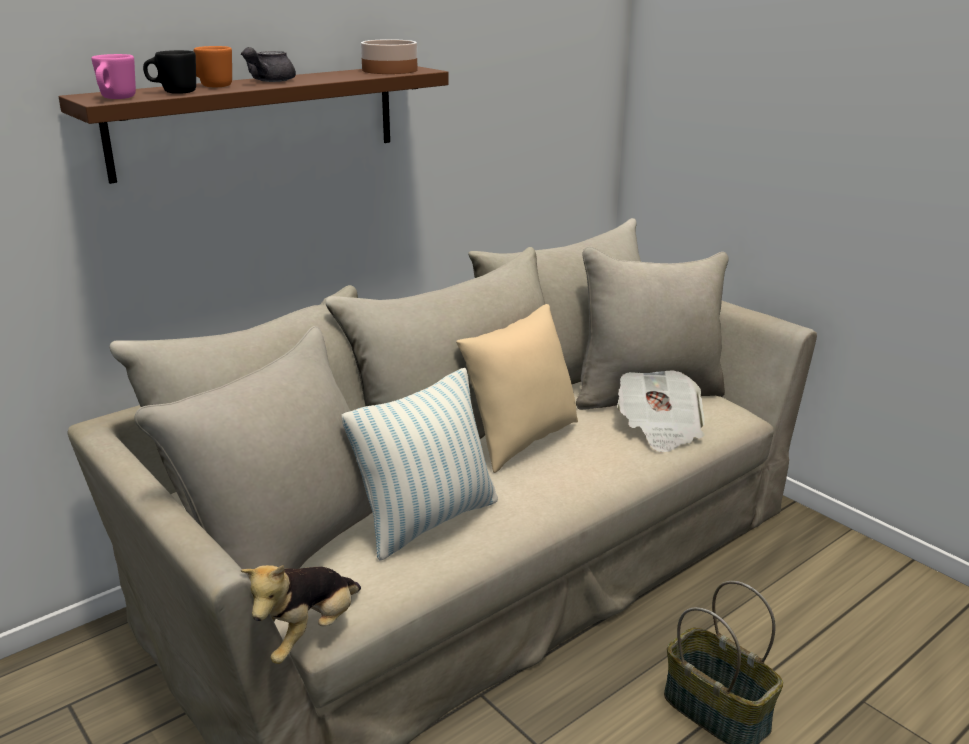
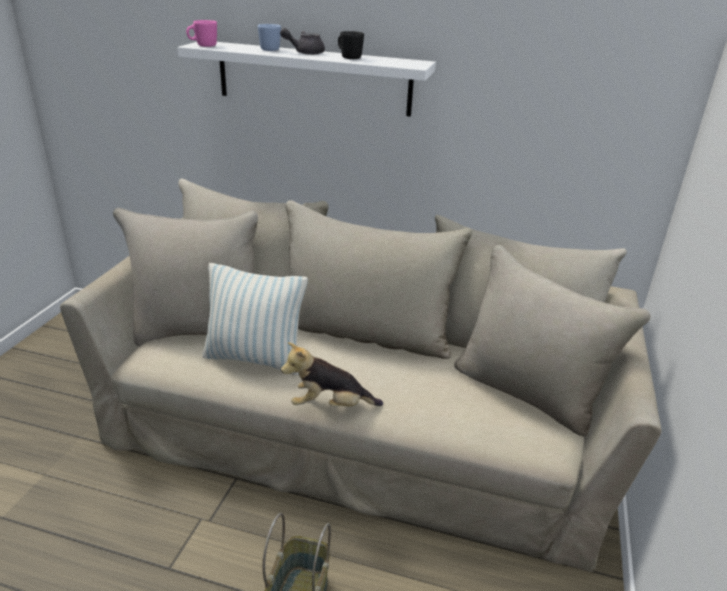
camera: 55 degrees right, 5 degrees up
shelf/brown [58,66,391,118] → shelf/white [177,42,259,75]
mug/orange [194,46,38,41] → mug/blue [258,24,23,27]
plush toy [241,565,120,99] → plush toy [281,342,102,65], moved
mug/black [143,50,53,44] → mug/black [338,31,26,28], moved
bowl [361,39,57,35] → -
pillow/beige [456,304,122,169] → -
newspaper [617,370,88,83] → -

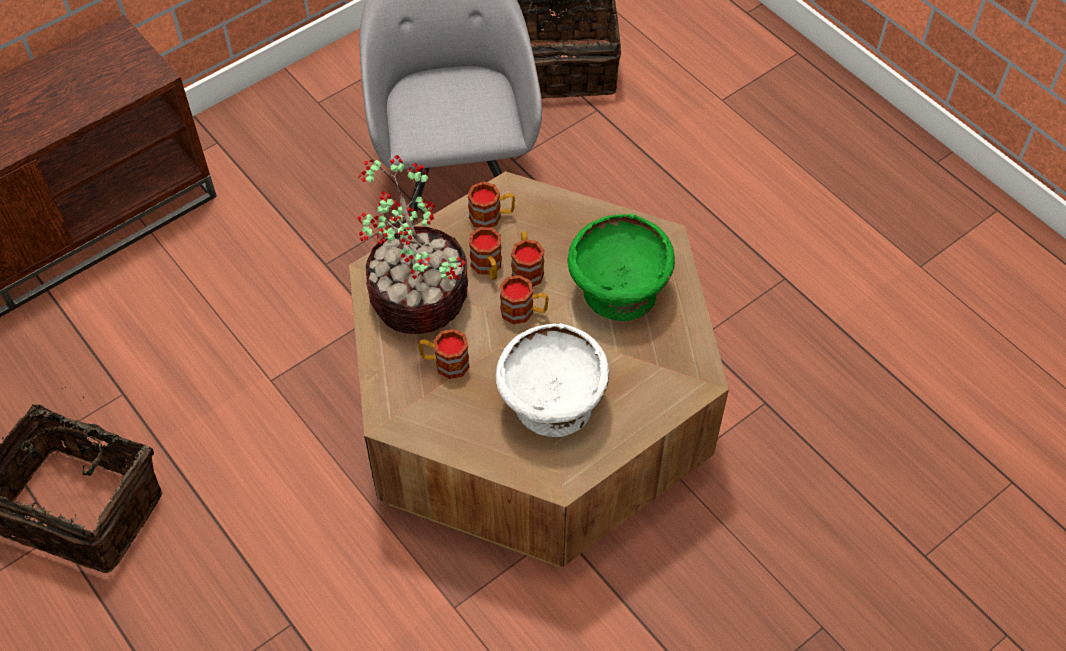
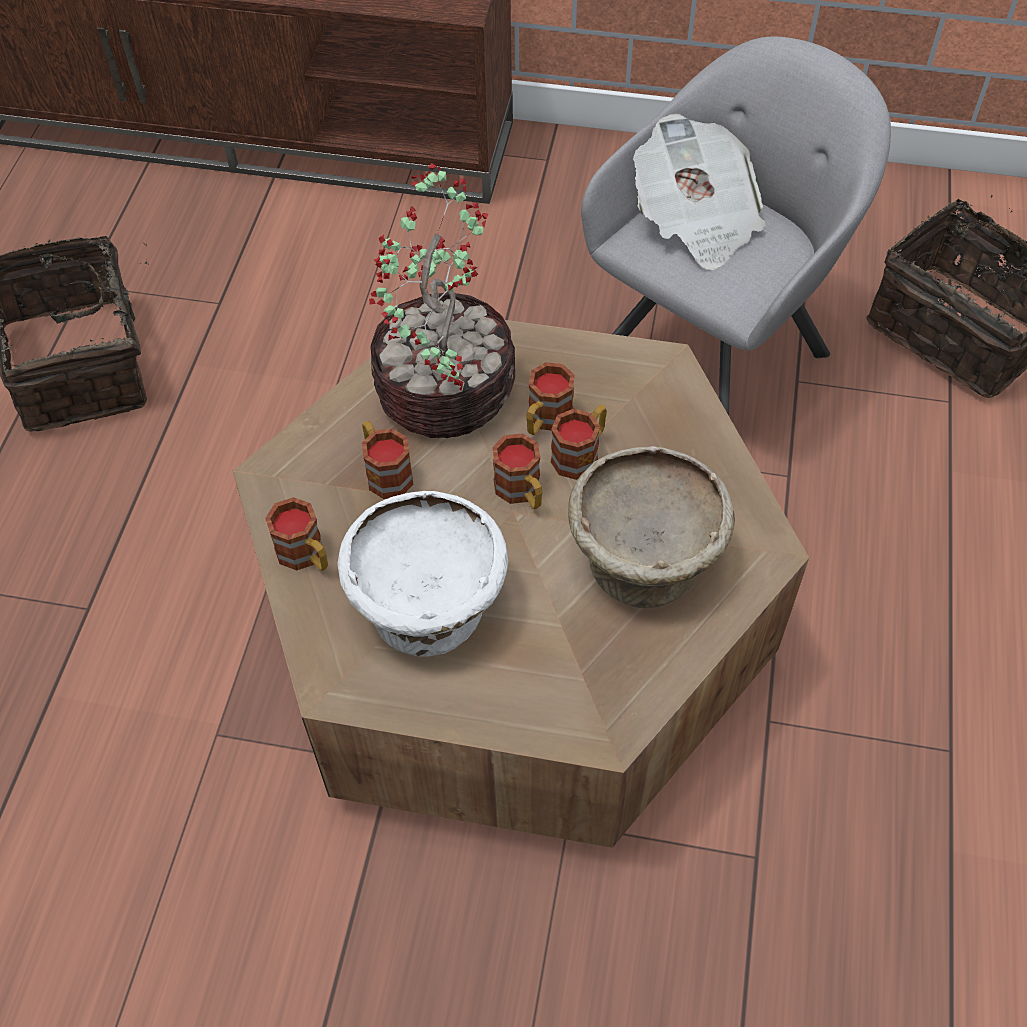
camera: 50 degrees right, 0 degrees up
mug [467,181,48,47] → mug [265,497,63,74], moved
bowl/green [568,214,107,107] → bowl/beige [568,446,167,162]
- → newspaper [633,114,133,156]

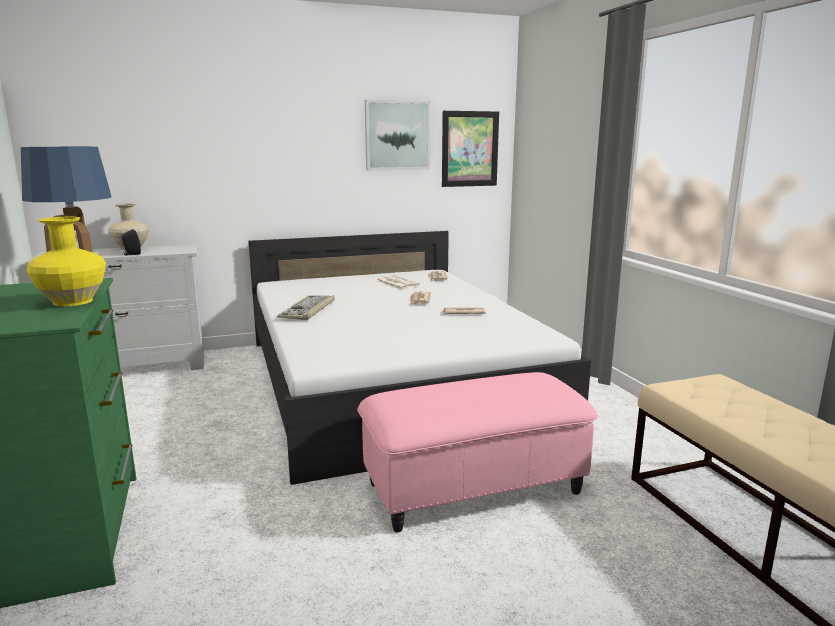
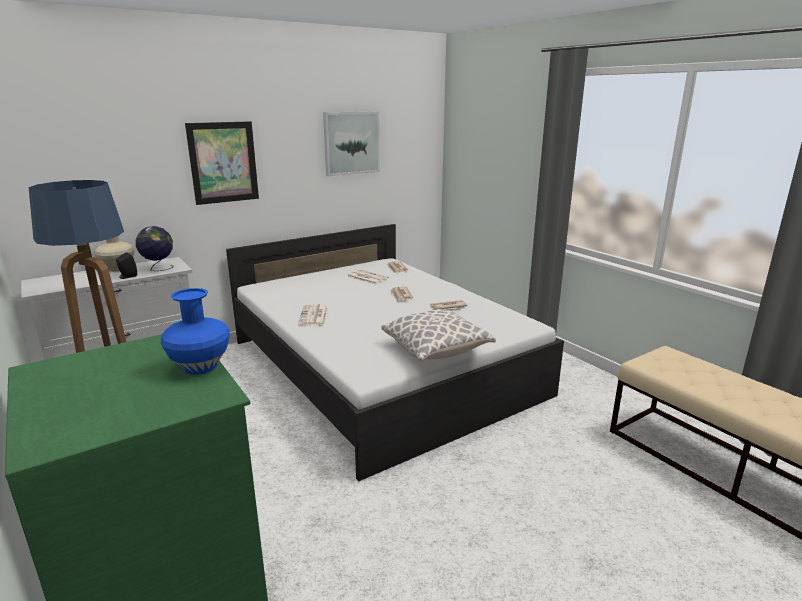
camera: 15 degrees left, 5 degrees up
- → globe [136,226,37,45]
vase/yellow [27,217,79,90] → vase/blue [161,288,69,87]
picture [442,111,57,76] → picture [185,121,74,84], moved
keyboard [277,295,58,25] → newspaper [298,304,30,22]
- → pillow [381,309,115,53]
ottoman/pink [357,372,241,160] → -

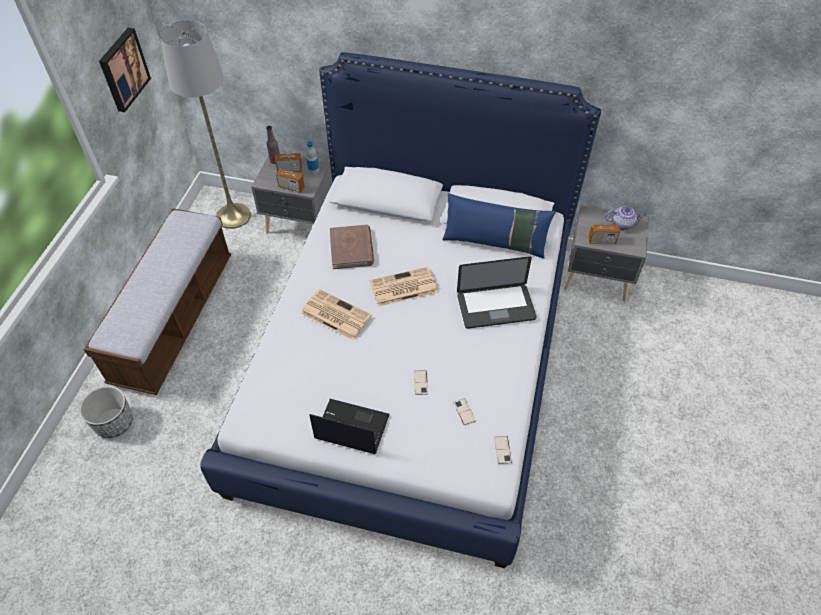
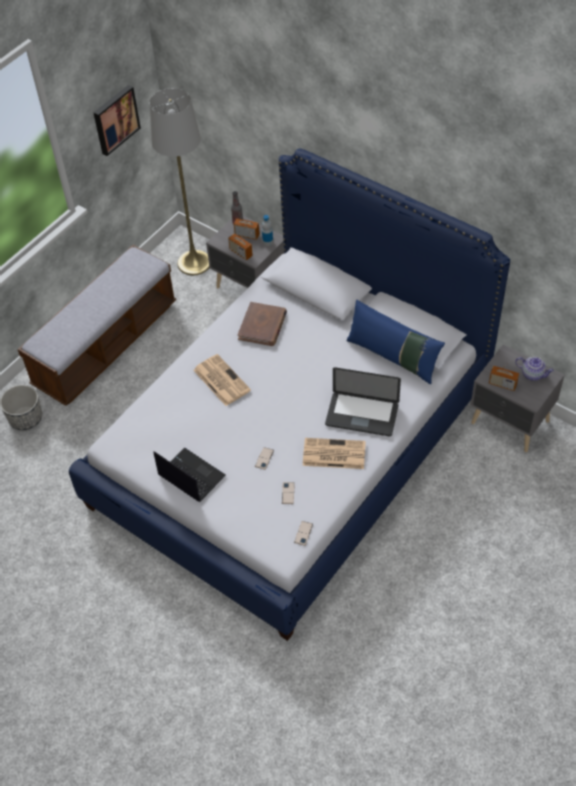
camera: 25 degrees right, 0 degrees up
newspaper [369,267,69,40] → newspaper [303,438,63,31], moved

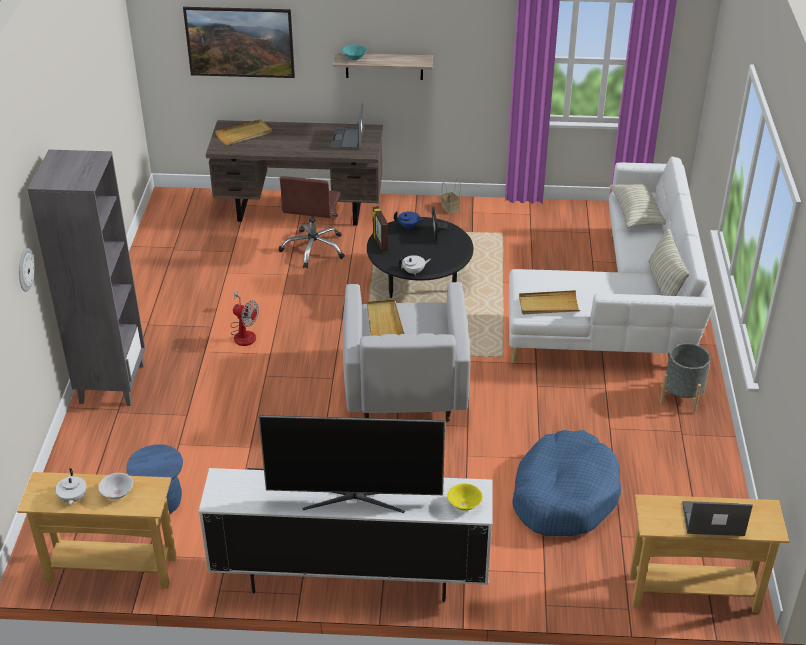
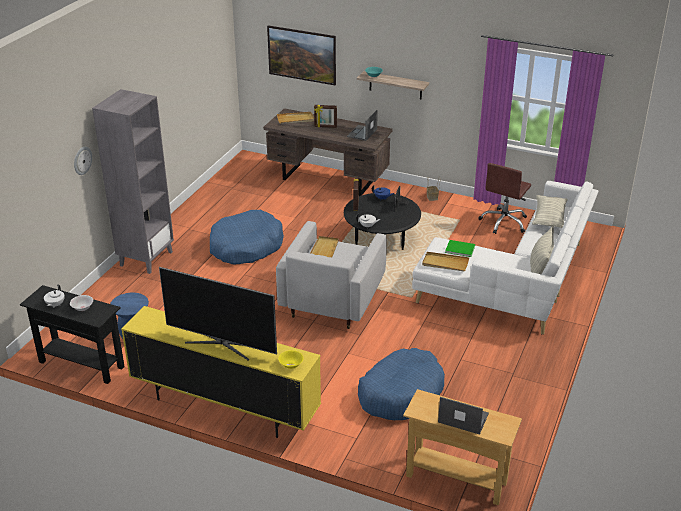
camera: 20 degrees right, 5 degrees down
console table/beige [17,472,160,117] → console table/black [20,285,105,99]
tv stand/white [198,468,294,134] → tv stand/yellow [121,306,200,132]
fan [231,290,28,56] → dog bed/blue [210,210,74,55]
- → picture frame [314,105,23,23]
- → book/green [445,240,30,17]
office chair/brown [279,176,66,92] → office chair/brown [478,163,53,71], moved
planter/grey [660,343,51,70] → -

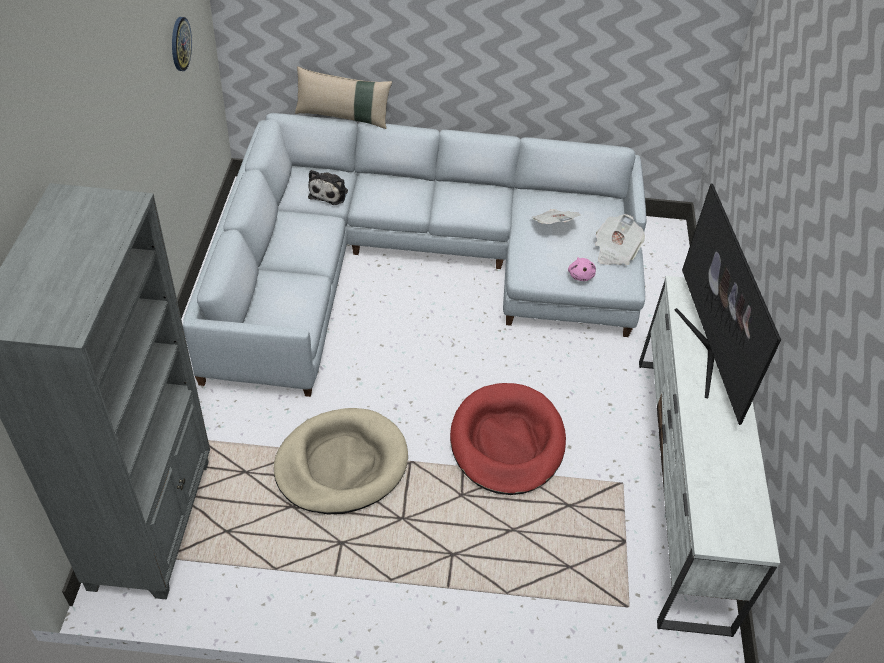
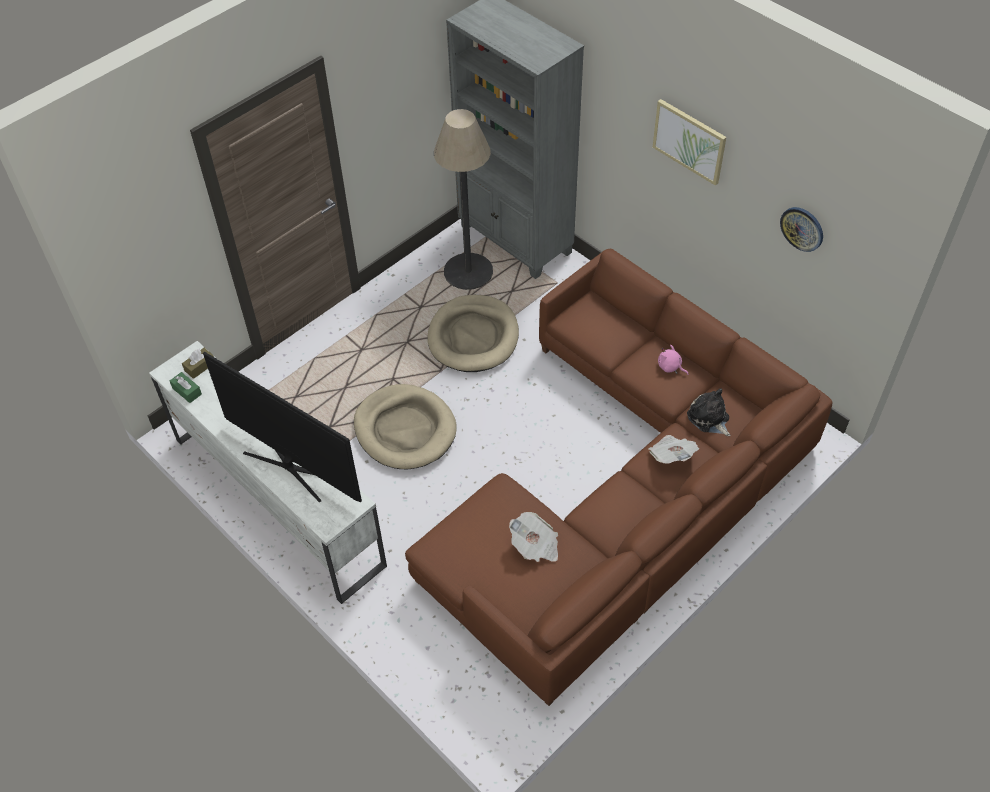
camera: 135 degrees right, 5 degrees up
- → tissue box/green [170,372,32,31]
- → tissue box/brown [182,348,32,31]
dog bed/red [450,383,116,112] → dog bed/beige [354,384,103,85]
sofa/grey [183,113,464,284] → sofa/brown [405,249,428,457]
- → floor lamp [434,109,59,181]
newspaper [595,214,50,51] → newspaper [648,435,51,29], moved
- → picture [653,99,73,87]
plush toy/pink [568,257,28,24] → plush toy/pink [658,345,31,30], moved
pillow/beige [295,66,97,63] → -

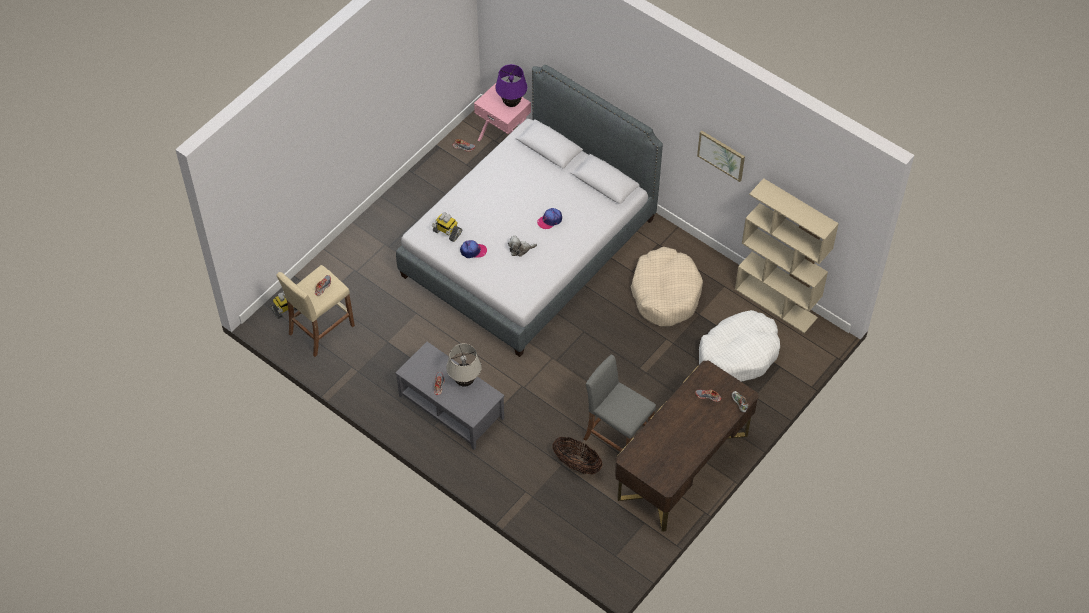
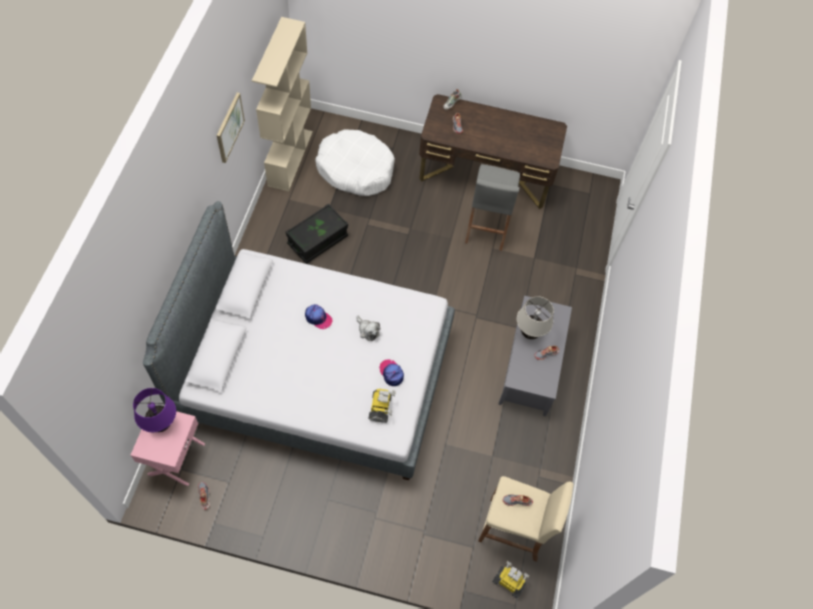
camera: 120 degrees left, 5 degrees up
dog bed/beige [631,247,72,79] → storage box/black [286,204,62,60]
basket [552,437,51,38] → -

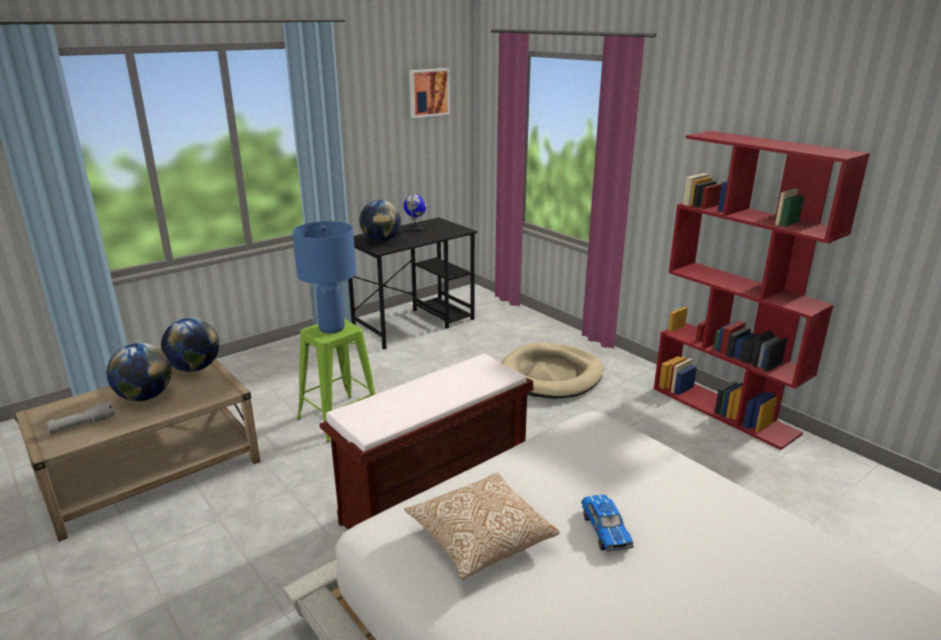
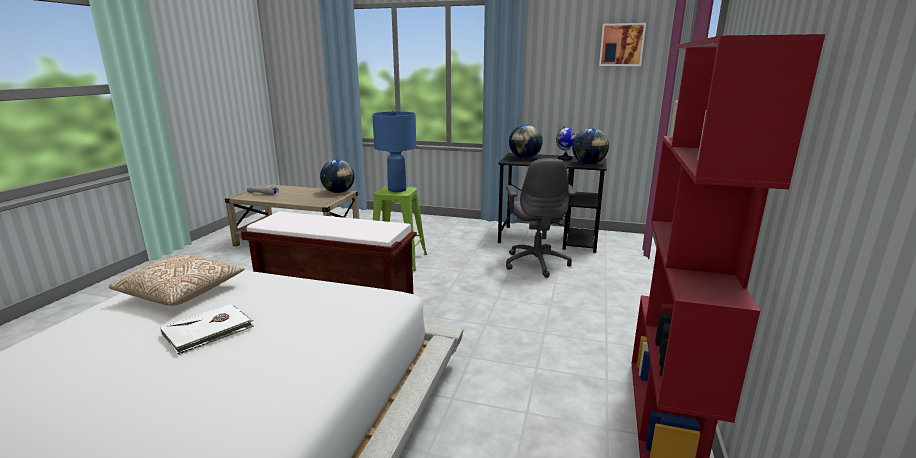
camera: 55 degrees right, 5 degrees down
toy car [581,495,53,56] → book/white [160,304,94,51]
- → office chair/grey [506,158,70,120]
globe [107,343,65,58] → globe [572,128,37,37], moved
dog bed/beige [501,342,102,56] → -

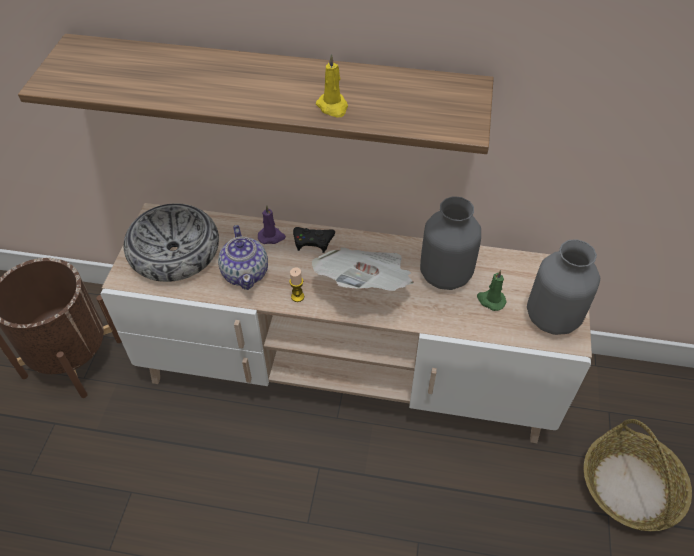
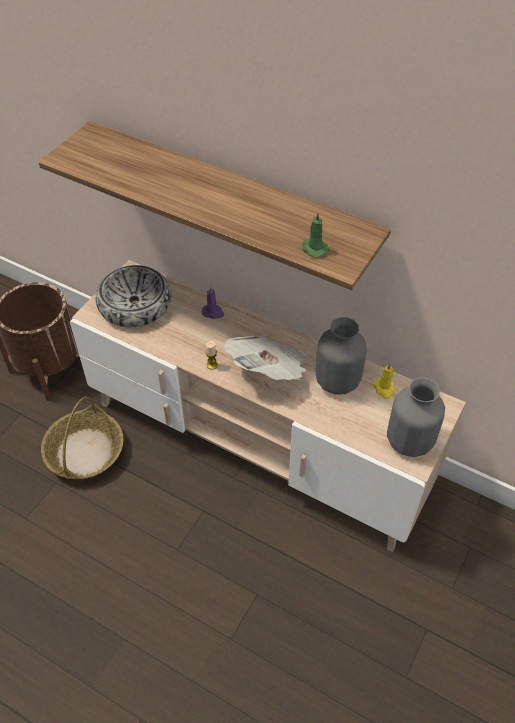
camera: 20 degrees right, 0 degrees up
basket [583,419,109,112] → basket [41,396,83,83], moved
candle/green [477,270,30,41] → candle/green [302,212,27,46], moved
candle/yellow [316,54,32,64] → candle/yellow [374,363,21,36], moved
teapot [218,225,50,65] → -
game controller/black [293,227,42,26] → -

